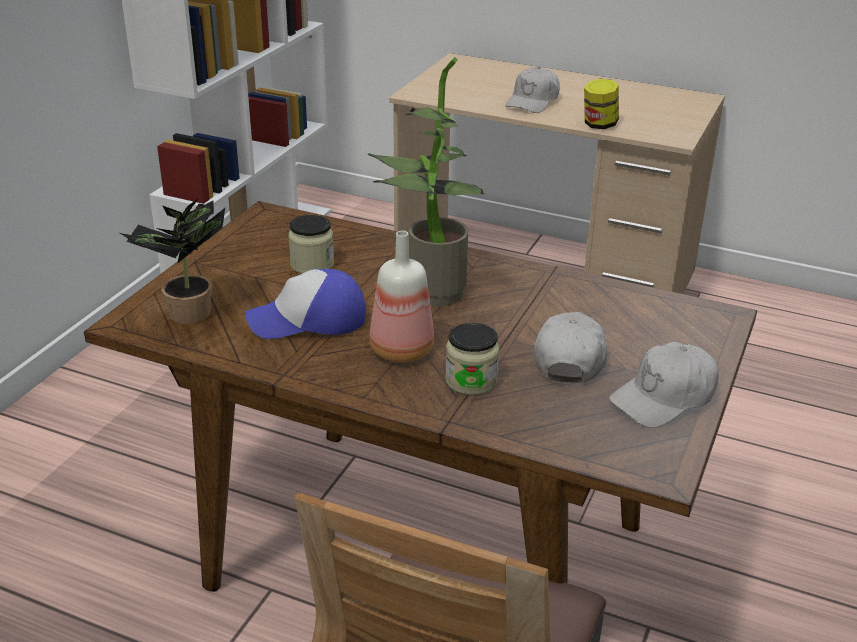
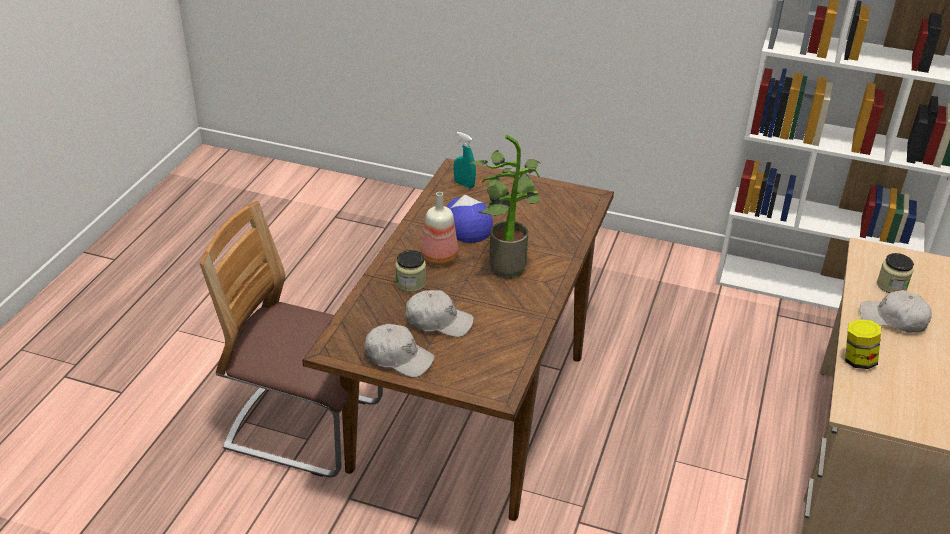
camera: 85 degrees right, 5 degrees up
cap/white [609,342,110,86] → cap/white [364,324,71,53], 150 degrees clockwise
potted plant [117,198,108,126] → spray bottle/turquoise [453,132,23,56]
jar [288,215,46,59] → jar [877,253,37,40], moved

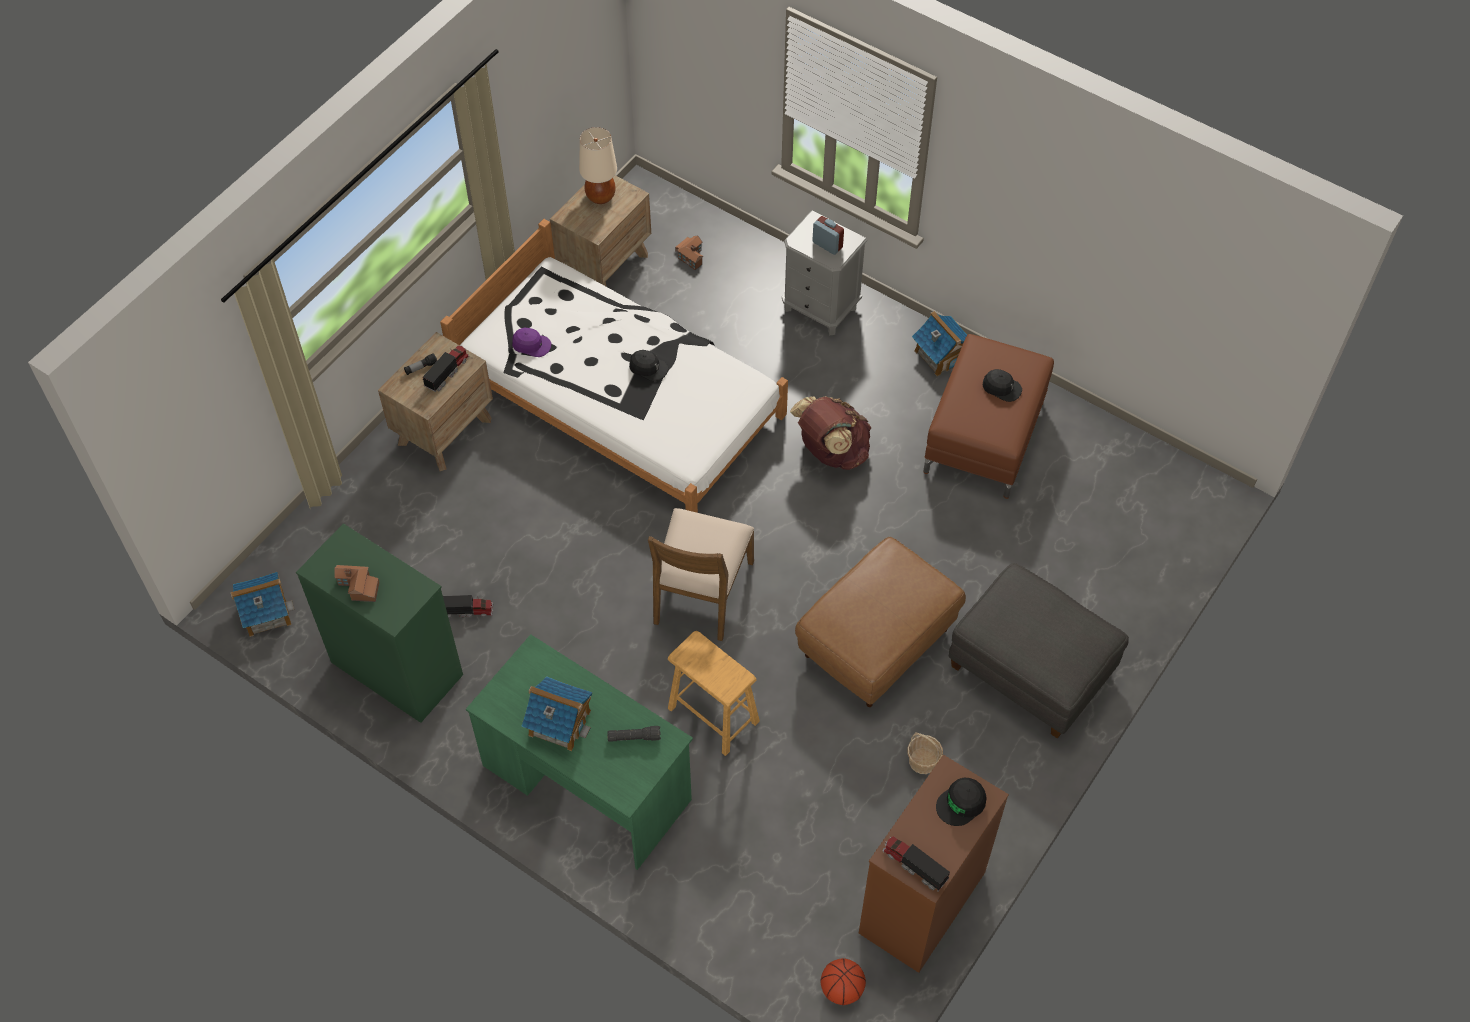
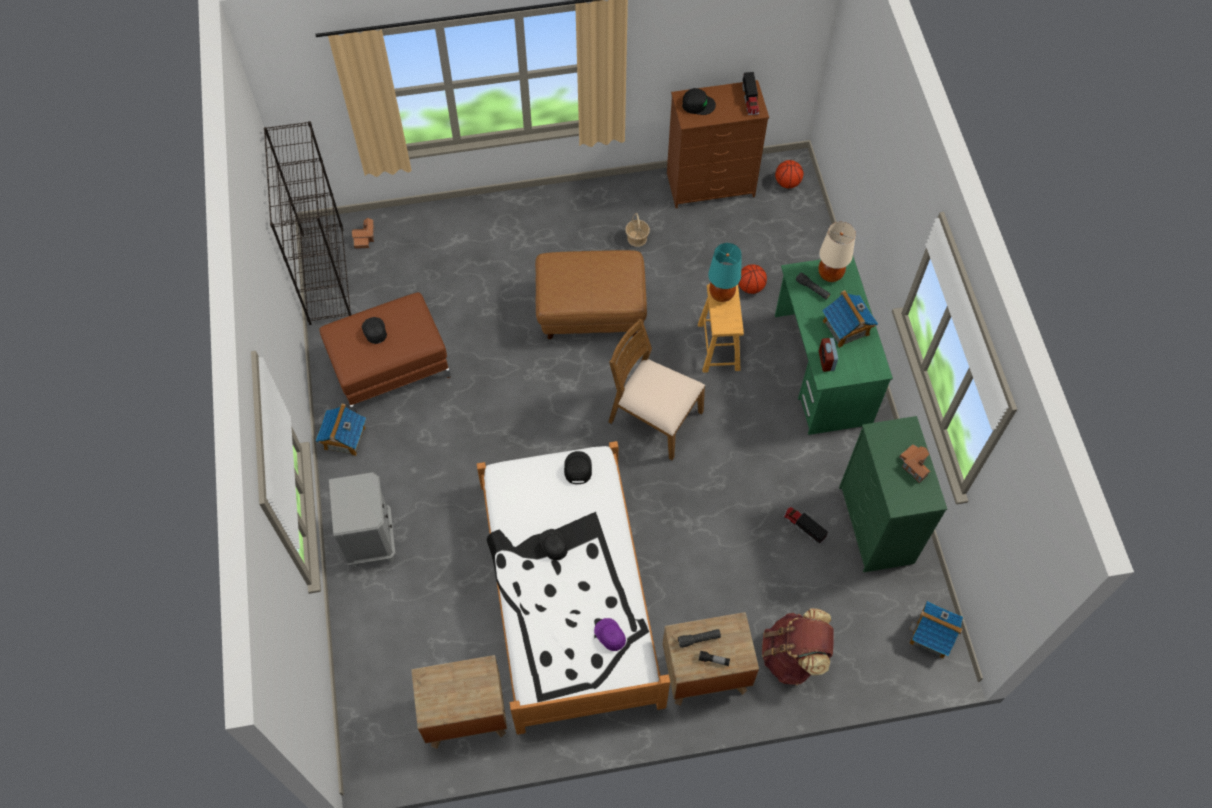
camera: 135 degrees left, 5 degrees up
- → bookcase/black [264,121,87,204]
toy house [675,236,28,35] → toy house [352,218,22,31], moved
- → cap/black [564,451,28,33]
chair/brown [648,508,106,133] → chair/brown [609,319,96,142], 120 degrees counterclockwise
toy truck [423,346,47,46] → flashlight/black [678,629,43,19]
- → table lamp/turquoise [708,243,34,59]
- → basketball [738,264,29,30]
backpack/brown [790,396,82,74] → backpack/brown [762,608,72,77], moved
table lamp/beige [579,127,38,77] → table lamp/beige [818,222,38,60], moved
alarm clock [812,216,32,39] → alarm clock [819,338,19,34], moved
ottoman/grey [949,563,180,176] → -

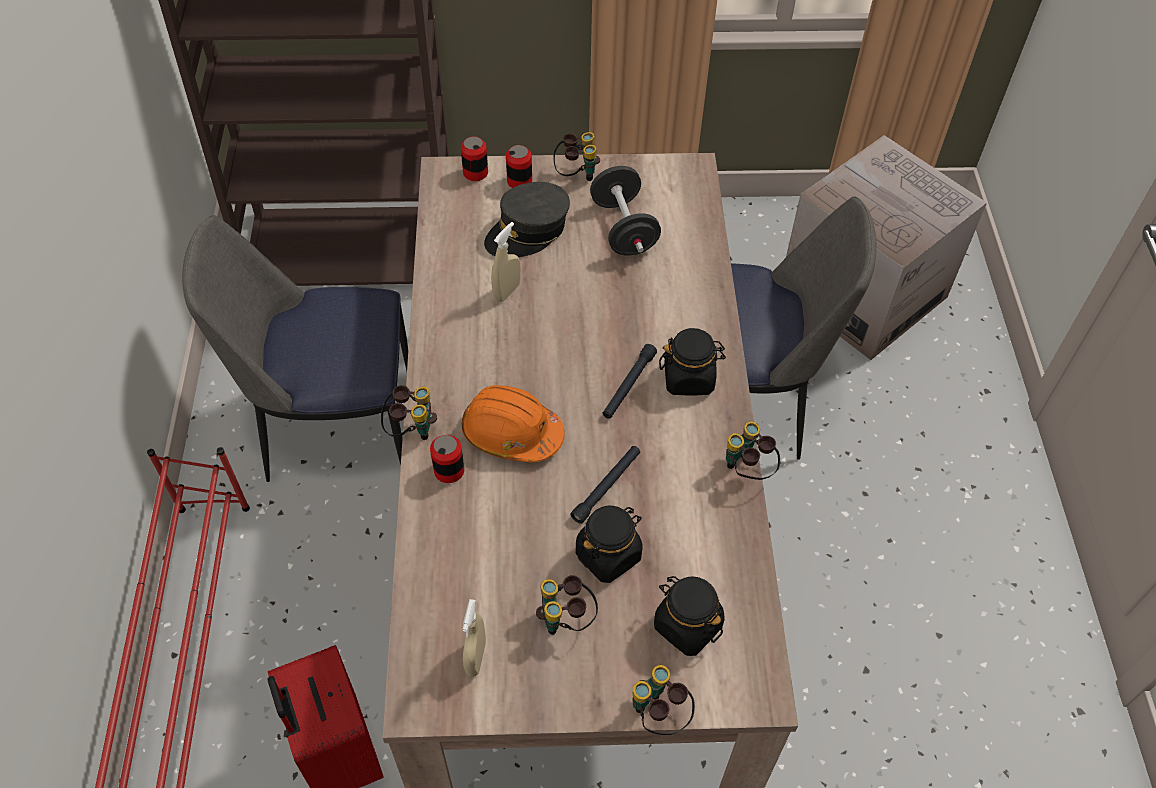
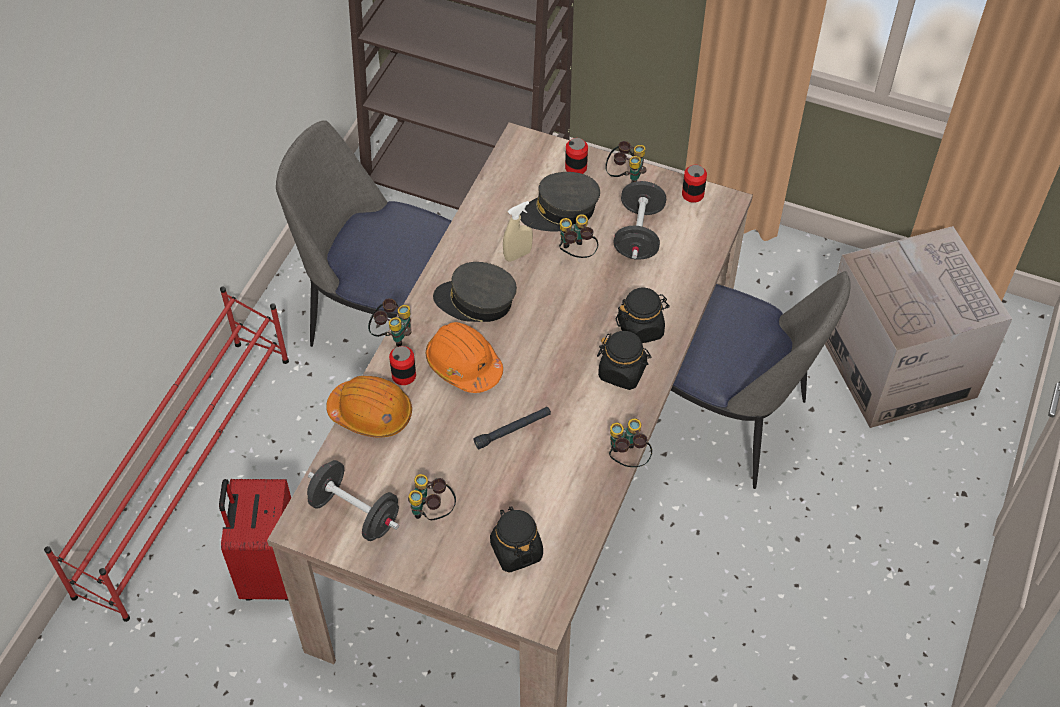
camera: 25 degrees right, 0 degrees up
spray bottle/beige [463,599,23,78] → dumbbell/black [307,460,92,81]
- → hard hat/orange [326,376,86,62]
- → cap/grey [433,262,84,60]
binoculars [632,665,63,70] → binoculars [559,214,39,44], moved
jar/black [576,506,66,77] → jar/black [616,287,54,56], moved
can [461,136,27,45] → can [682,165,25,38], moved
flashlight/black [603,344,54,75] → -

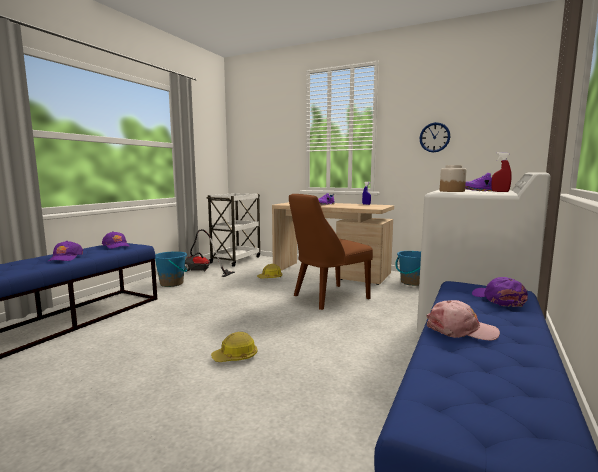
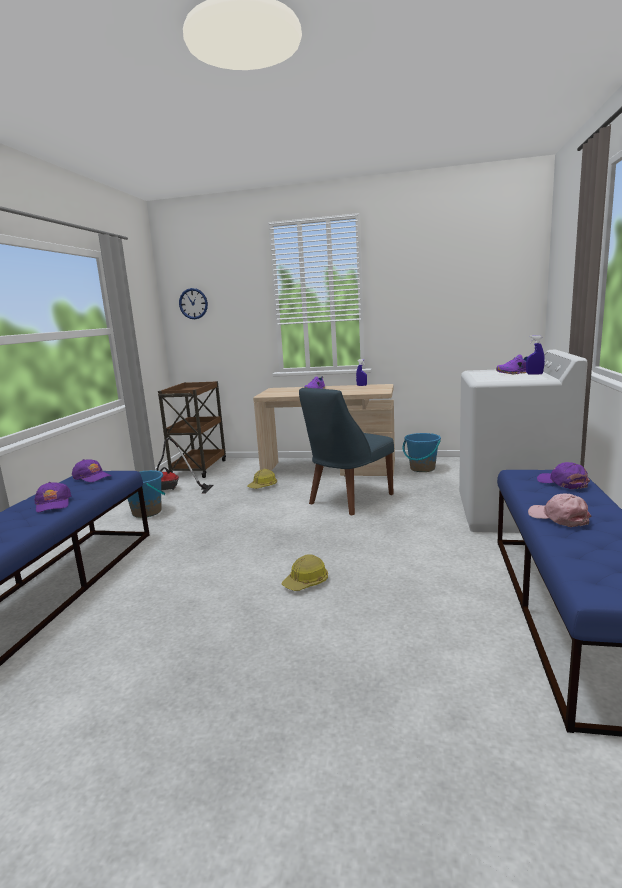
camera: 15 degrees left, 5 degrees up
cart/white [207,193,53,74] → cart/brown [158,381,68,97]
wall clock [419,122,31,30] → wall clock [179,288,29,31], moved
chair/brown [289,194,84,116] → chair/blue [299,388,95,127]
spray bottle/red [491,152,21,40] → spray bottle/blue [526,335,19,40]
cap/pink [426,300,74,41] → cap/pink [528,493,63,34], 120 degrees counterclockwise
jar [440,165,27,27] → -

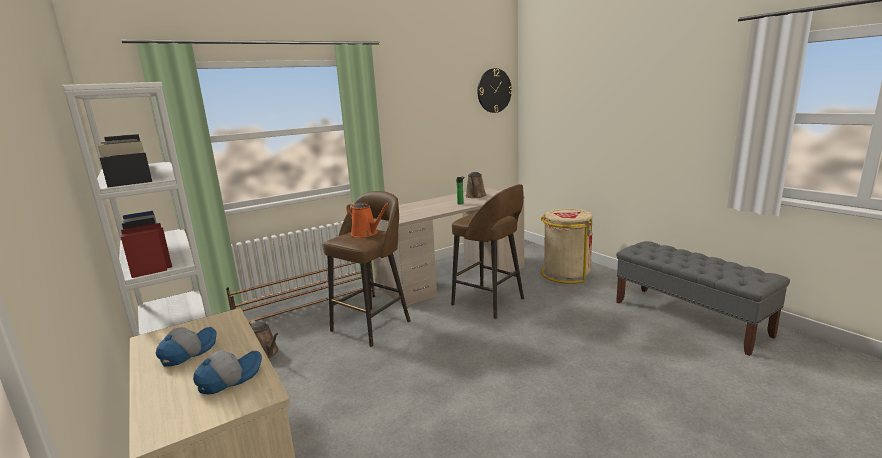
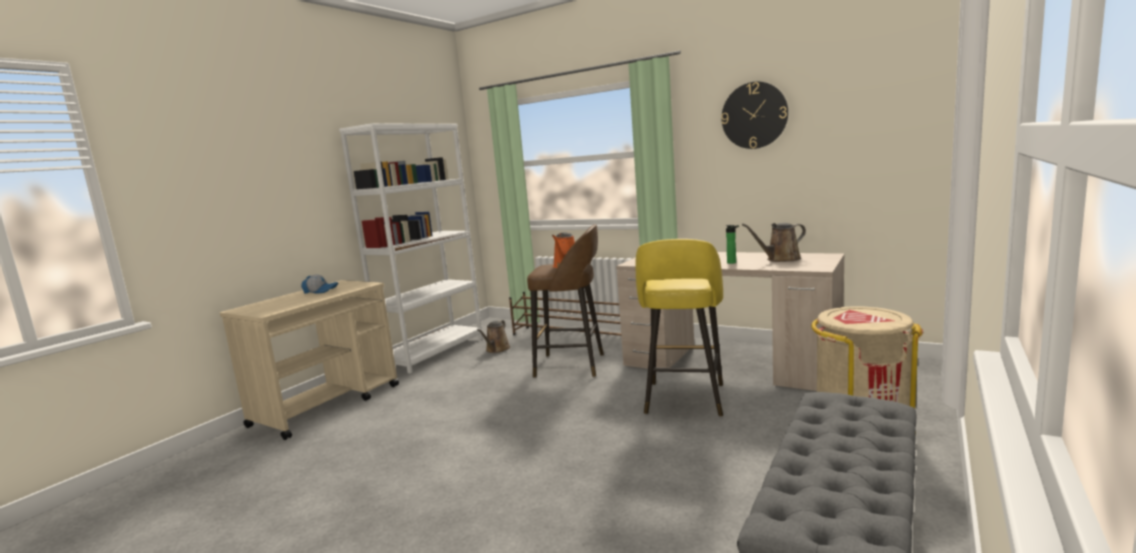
camera: 65 degrees right, 5 degrees down
stool/brown [451,184,73,135] → stool/yellow [635,239,88,178]
wall clock [477,68,35,45] → wall clock [721,82,67,67], moved
cap [193,350,69,45] → -

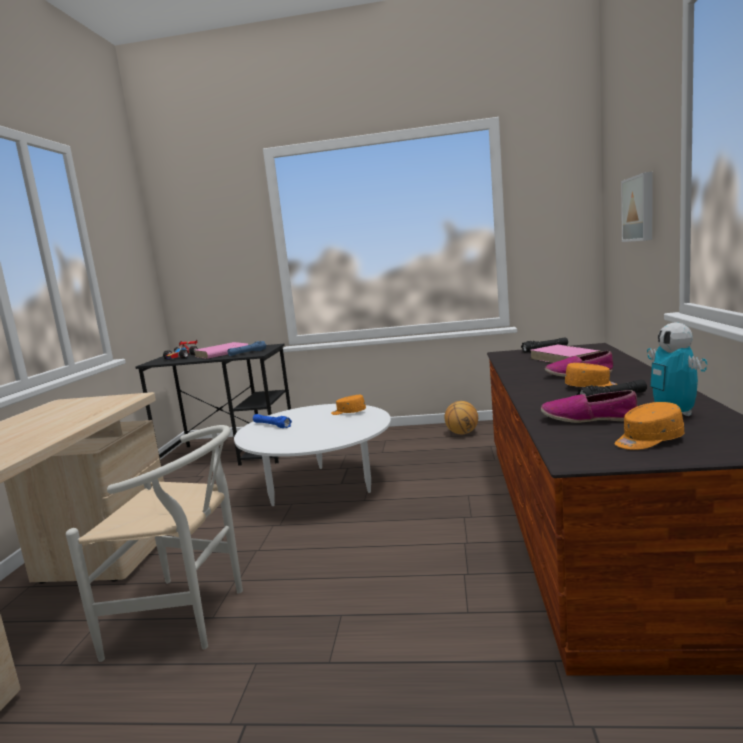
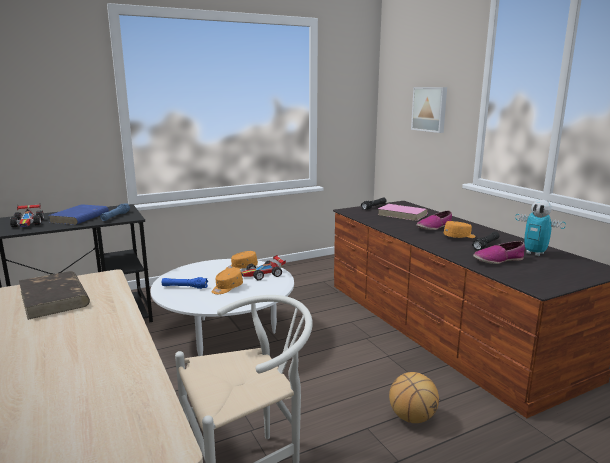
camera: 35 degrees left, 5 degrees up
- → book/brown [19,271,71,49]
book/pink [195,342,53,17] → book/blue [48,204,61,21]
cap/orange [615,402,69,48] → cap/orange [212,268,31,26], moved
- → toy car [241,255,45,25]
basketball [444,401,34,33] → basketball [389,372,50,51], moved

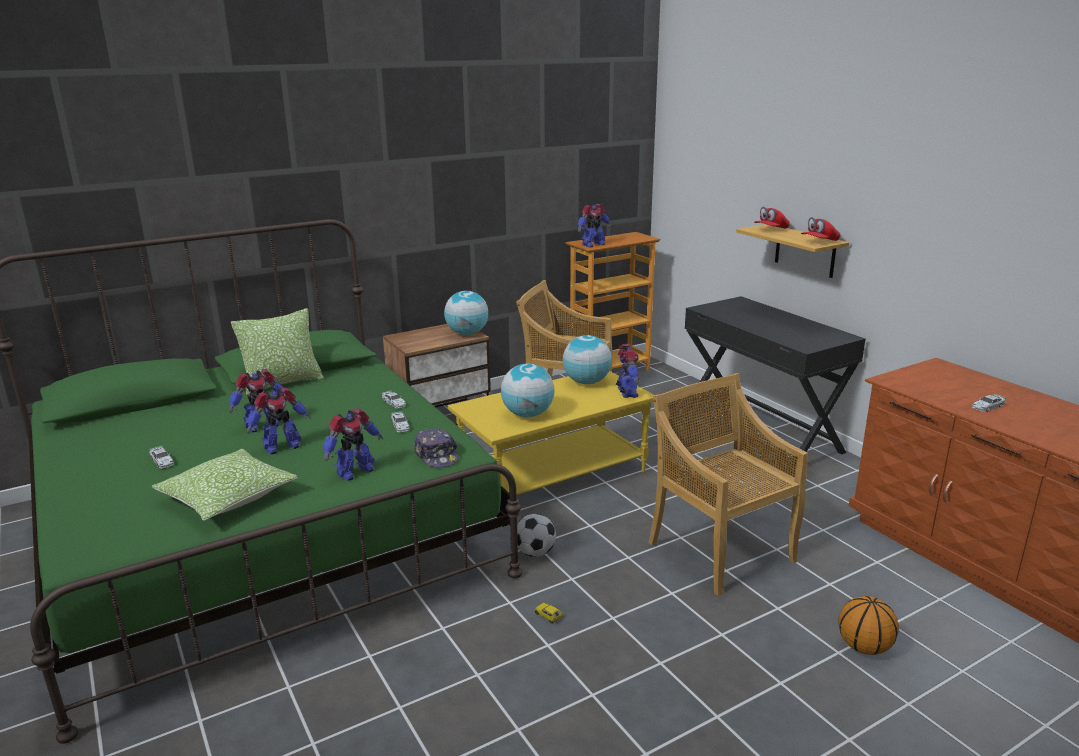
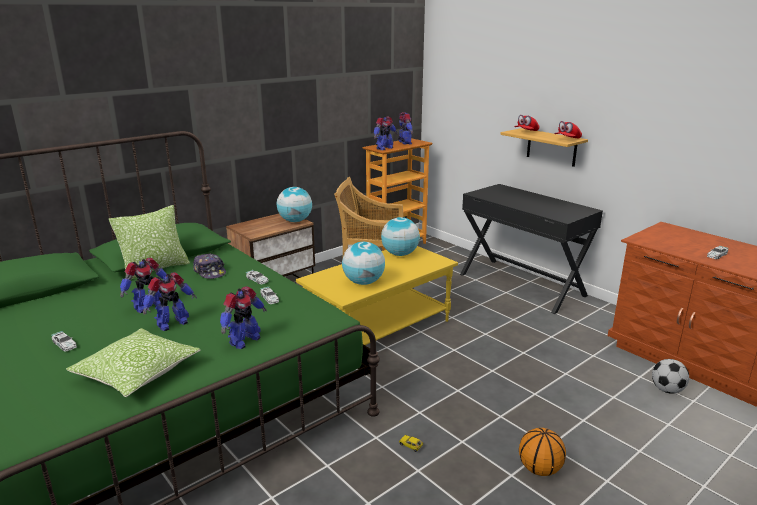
camera: 10 degrees left, 0 degrees up
cap [414,429,45,39] → cap [193,253,33,26], moved
toy robot [616,344,23,54] → toy robot [398,112,15,33], moved
basketball [838,596,61,59] → basketball [519,428,47,48], moved
football [517,514,39,43] → football [652,359,37,35], moved
chair/beige [649,373,159,223] → -

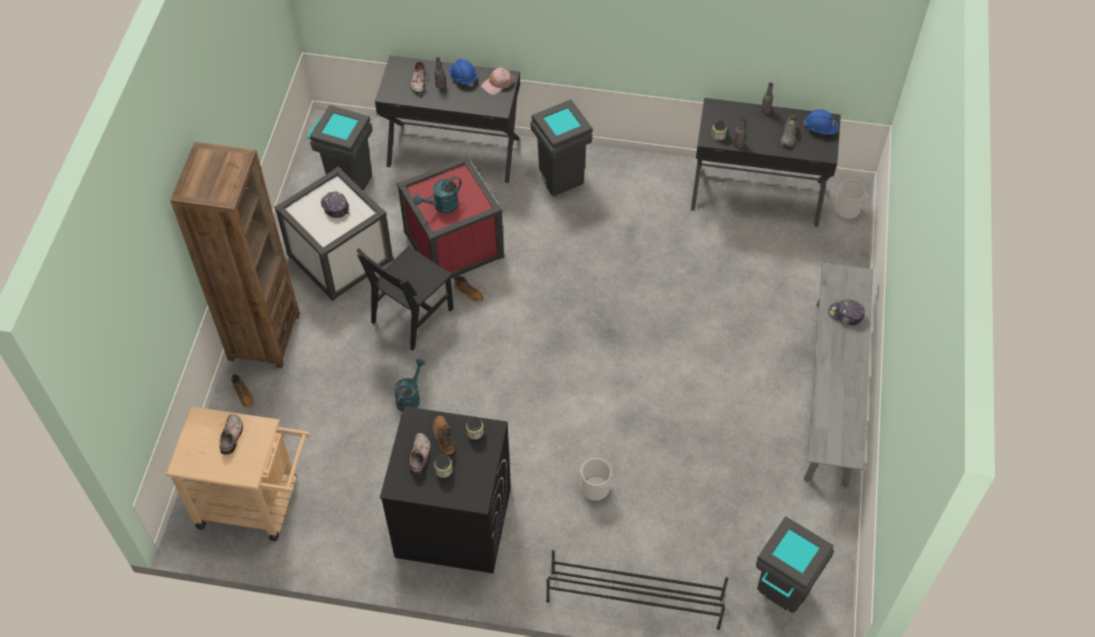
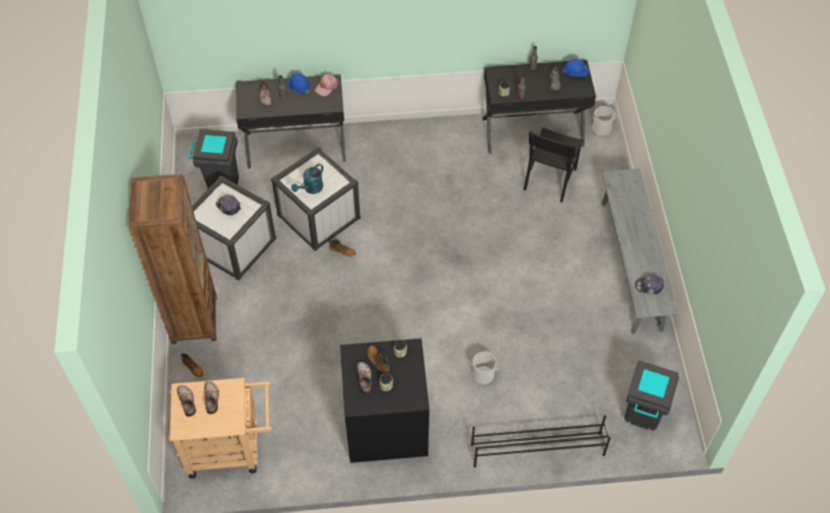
camera: 15 degrees left, 0 degrees up
- → shoe [177,386,19,31]
storage box/red [397,156,107,122] → storage box/white [271,146,90,105]
chair/black [356,245,98,106] → chair/black [524,127,60,75], moved
cap [828,299,37,26] → cap [635,274,29,20], moved
watering can/turquoise [394,359,32,53] → -
trash can/grey [530,100,63,96] → -

